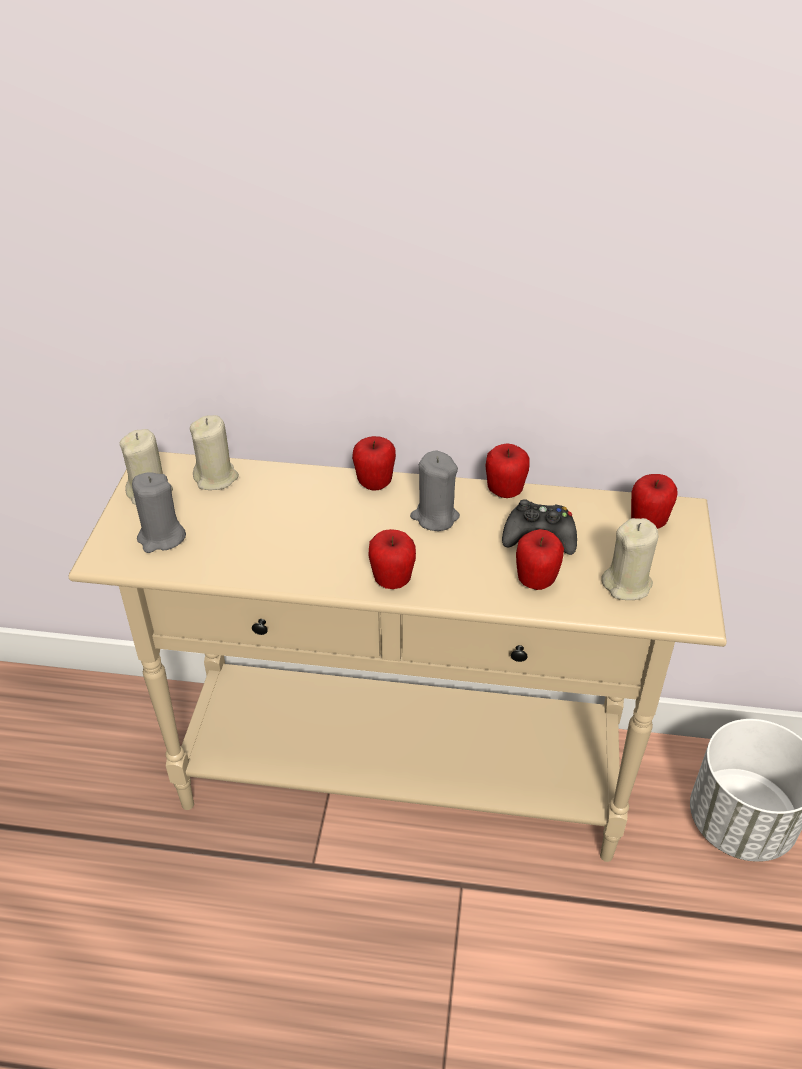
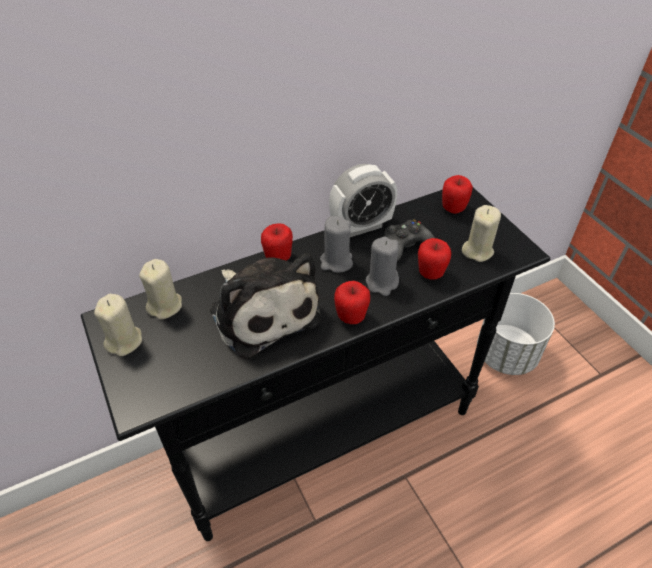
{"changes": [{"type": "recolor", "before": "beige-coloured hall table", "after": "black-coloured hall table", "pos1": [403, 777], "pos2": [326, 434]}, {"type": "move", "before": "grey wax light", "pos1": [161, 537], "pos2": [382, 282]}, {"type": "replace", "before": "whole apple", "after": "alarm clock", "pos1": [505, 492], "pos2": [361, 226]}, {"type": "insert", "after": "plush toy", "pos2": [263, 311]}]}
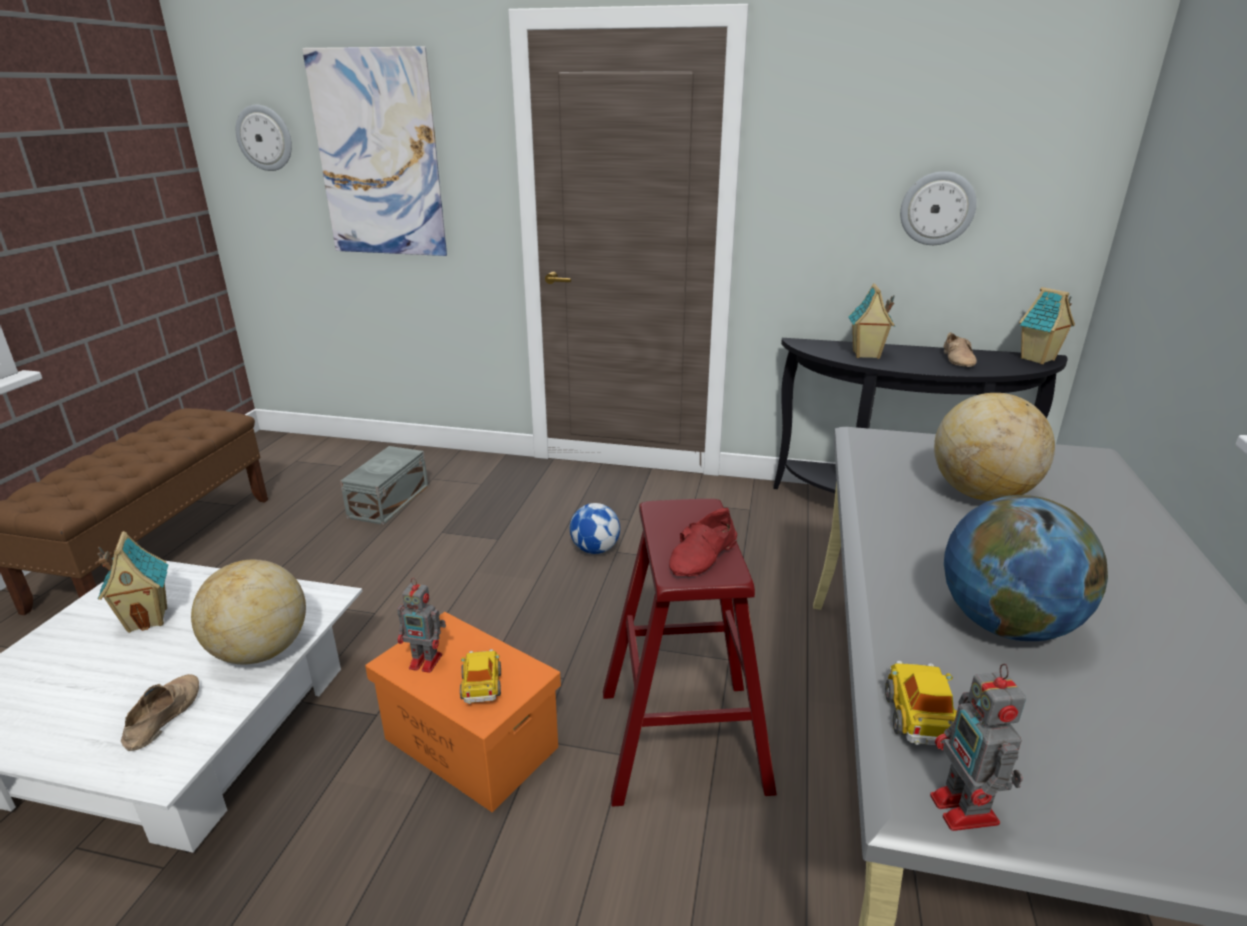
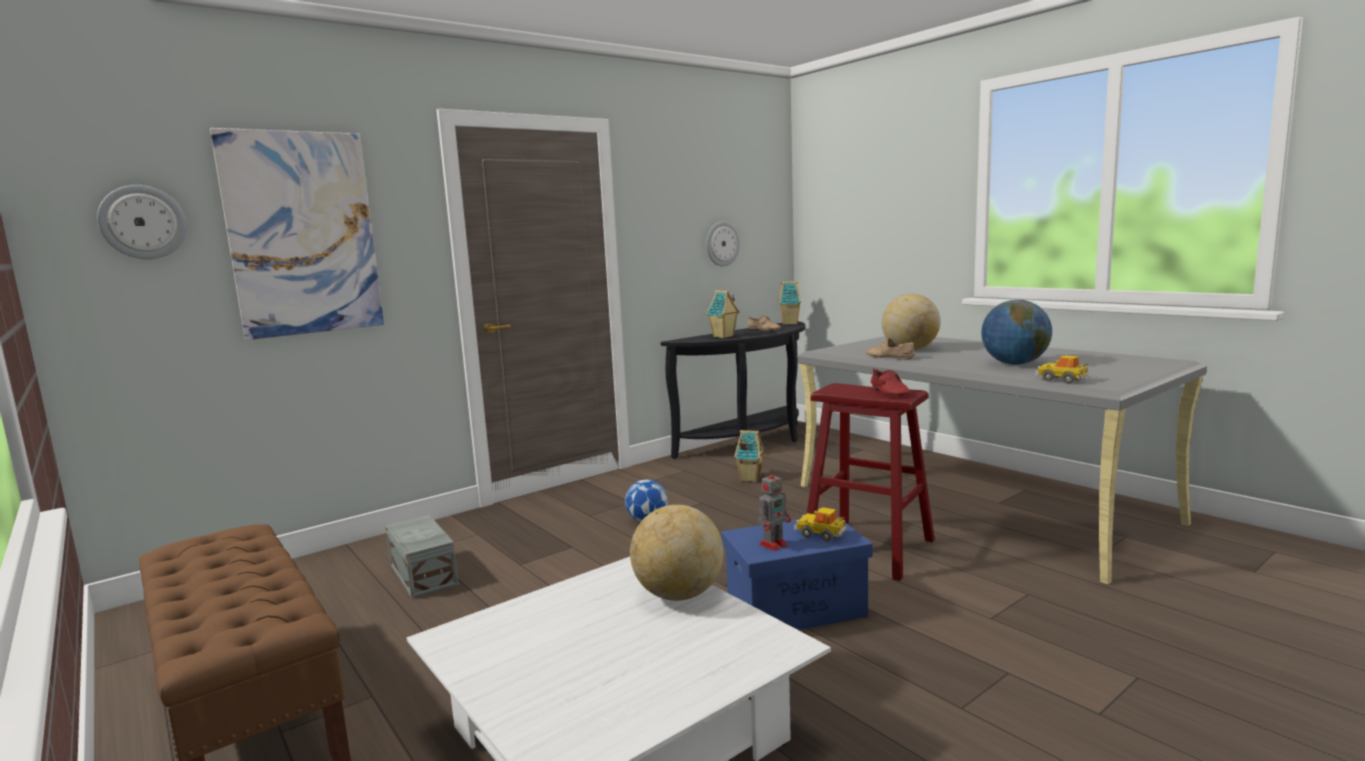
{"changes": [{"type": "move", "before": "miniature house", "pos1": [148, 619], "pos2": [750, 479]}, {"type": "move", "before": "beige-coloured low shoe", "pos1": [162, 715], "pos2": [889, 357]}, {"type": "recolor", "before": "orangey storage container", "after": "bluish storage container", "pos1": [473, 743], "pos2": [797, 608]}, {"type": "delete", "before": "toy robot", "pos1": [965, 812]}]}
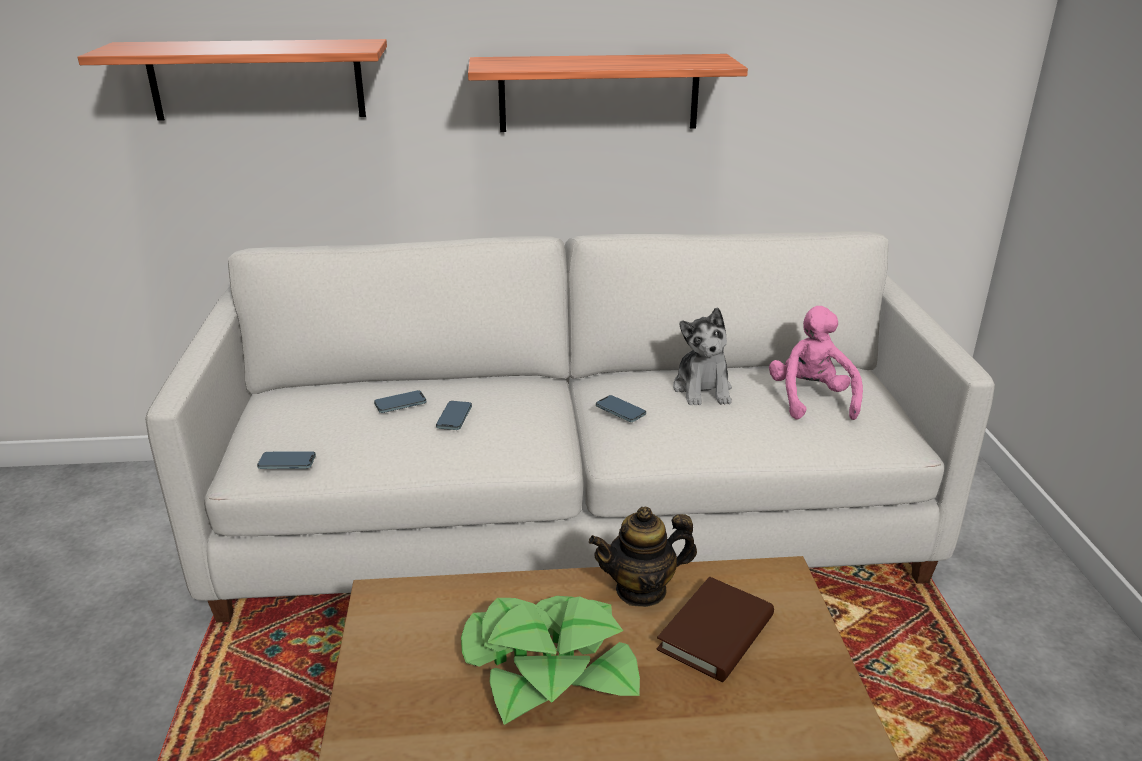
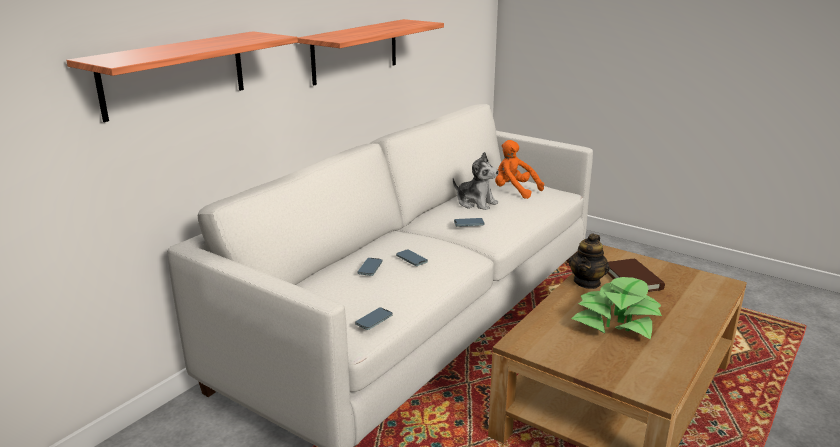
{"changes": [{"type": "recolor", "before": "pink plush toy", "after": "orangey plush toy", "pos1": [810, 399], "pos2": [514, 191]}]}
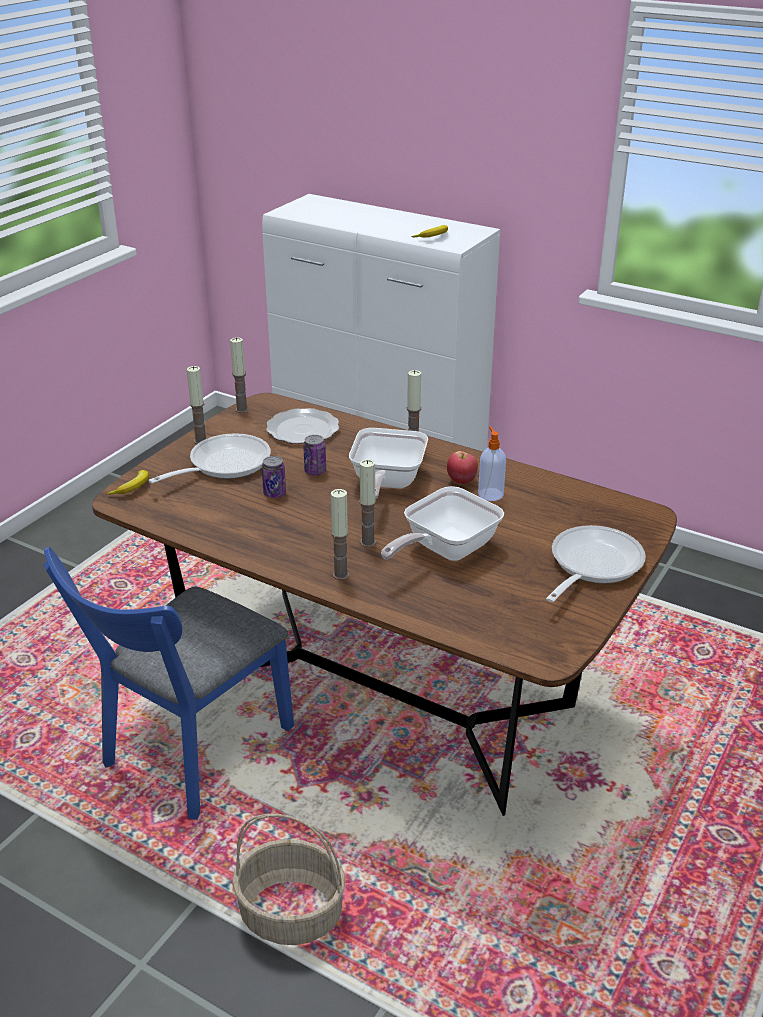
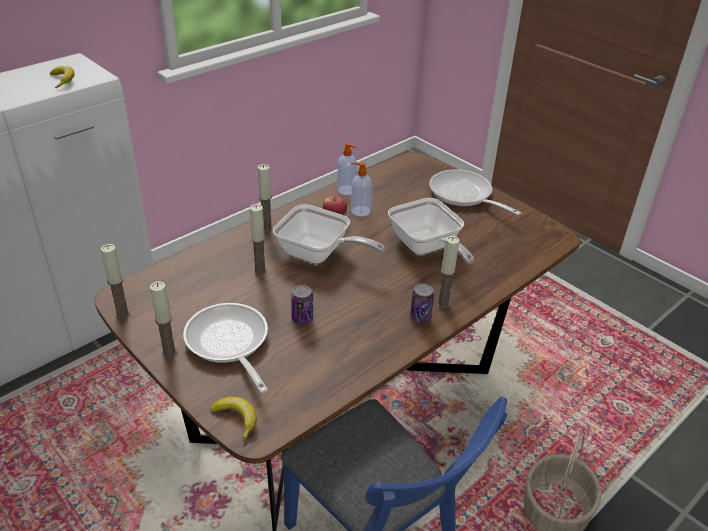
{"changes": [{"type": "delete", "before": "dinner plate", "pos1": [302, 430]}, {"type": "move", "before": "metal can", "pos1": [315, 471], "pos2": [420, 317]}, {"type": "move", "before": "wax light", "pos1": [368, 542], "pos2": [260, 271]}, {"type": "insert", "after": "soap bottle", "pos2": [347, 190]}]}
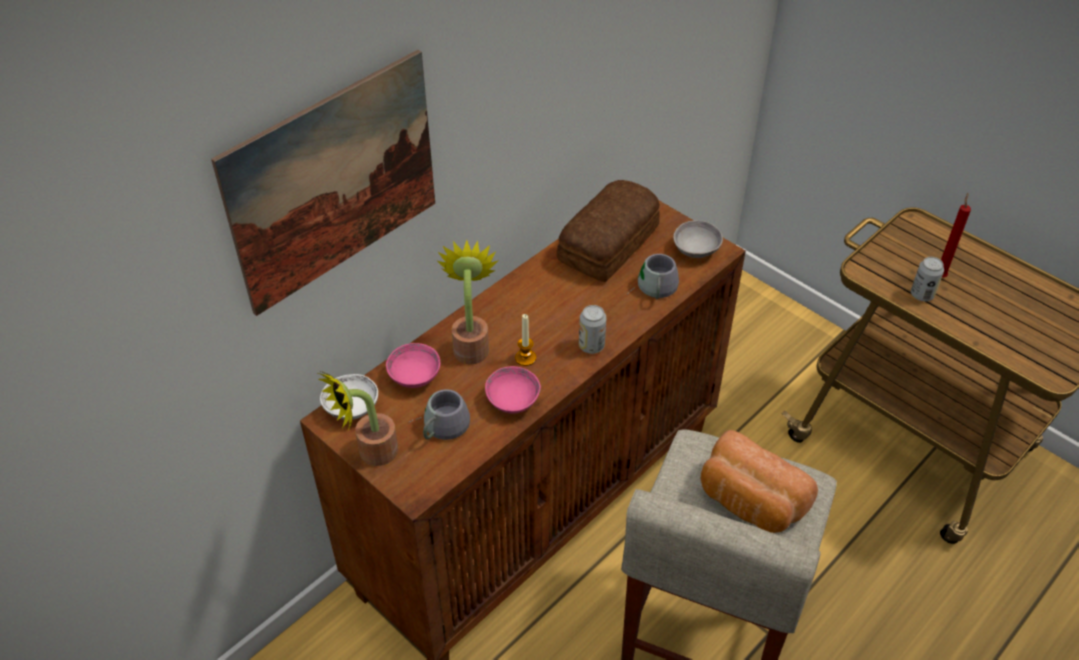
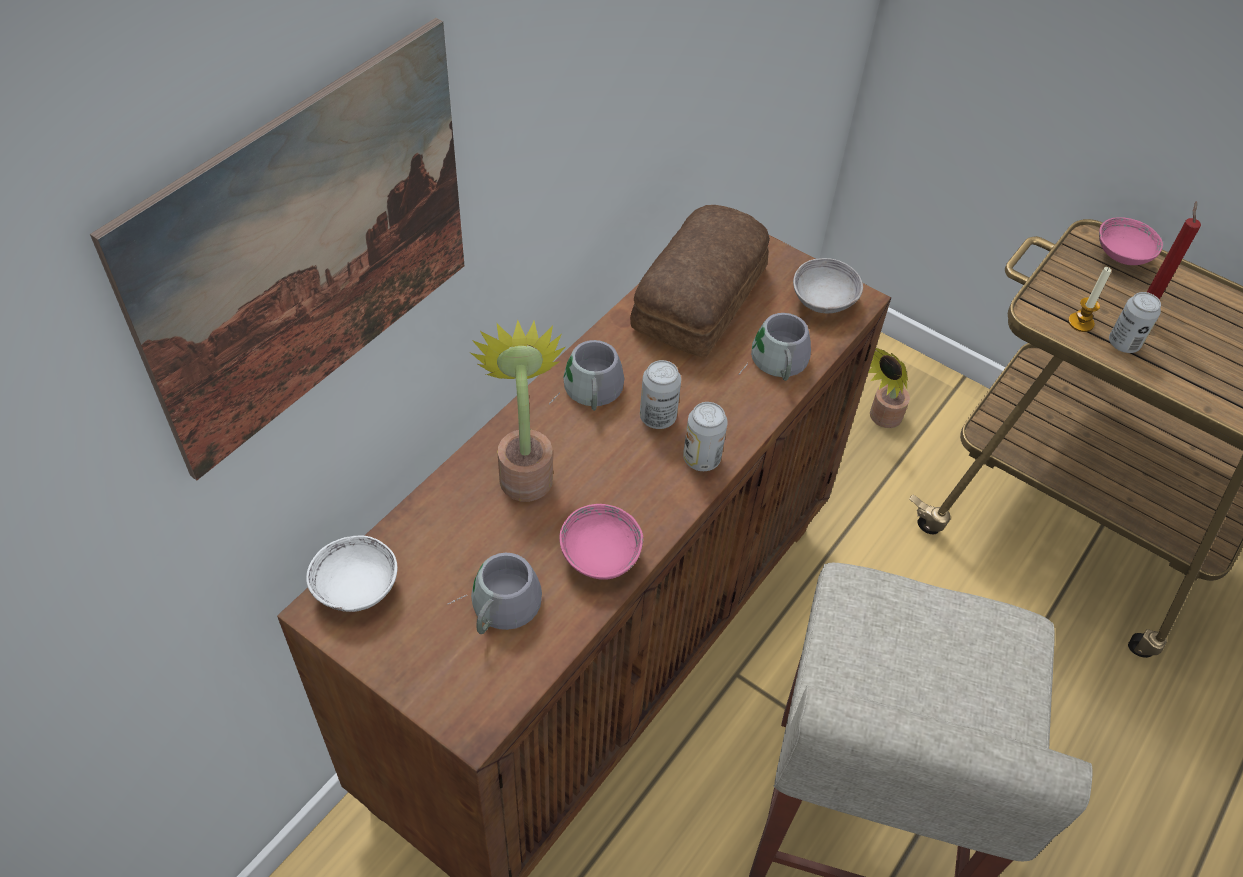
{"changes": [{"type": "move", "before": "potted plant", "pos1": [371, 454], "pos2": [881, 419]}, {"type": "move", "before": "pink bowl", "pos1": [415, 376], "pos2": [1122, 254]}, {"type": "move", "before": "wax light", "pos1": [525, 358], "pos2": [1080, 323]}, {"type": "delete", "before": "bread", "pos1": [749, 502]}, {"type": "insert", "after": "grey mug", "pos2": [586, 392]}, {"type": "insert", "after": "metal can", "pos2": [657, 417]}]}
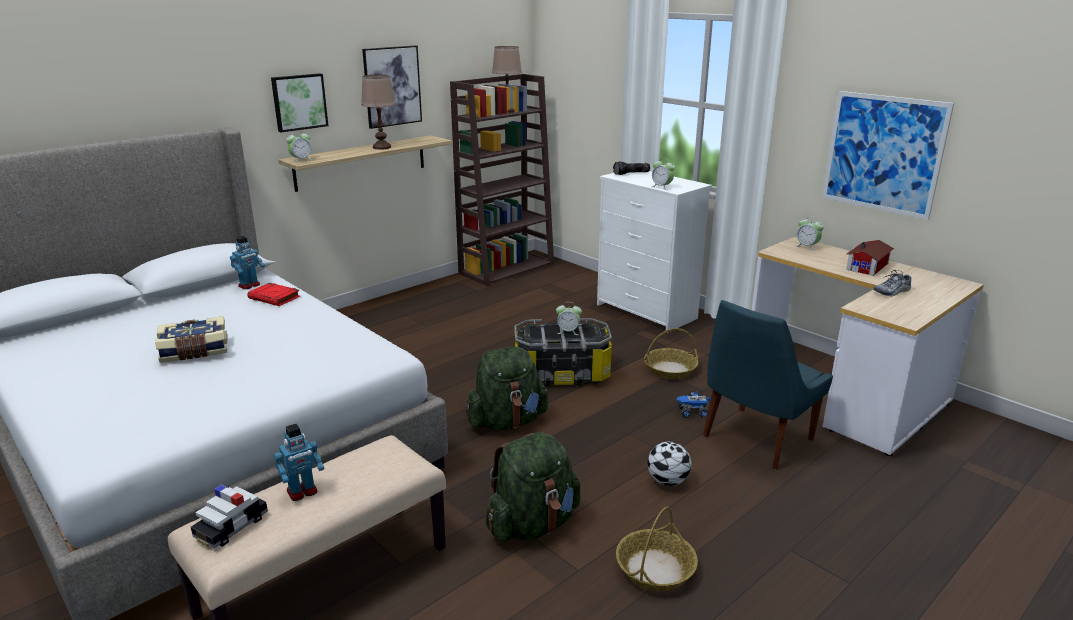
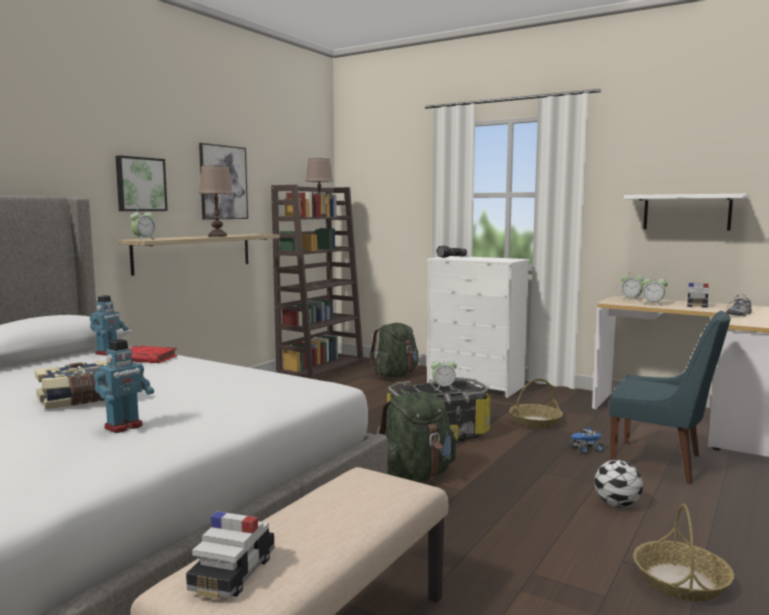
{"changes": [{"type": "move", "before": "toy robot", "pos1": [302, 492], "pos2": [124, 427]}, {"type": "move", "before": "greenish rucksack", "pos1": [533, 524], "pos2": [395, 375]}, {"type": "move", "before": "alarm clock", "pos1": [662, 187], "pos2": [653, 304]}, {"type": "rotate", "before": "bluish chair", "pos1": [755, 439], "pos2": [660, 463], "turn": -90}, {"type": "replace", "before": "wall art", "after": "white wall shelf", "pos1": [883, 153], "pos2": [686, 212]}, {"type": "replace", "before": "miniature house", "after": "model car", "pos1": [869, 266], "pos2": [697, 305]}]}
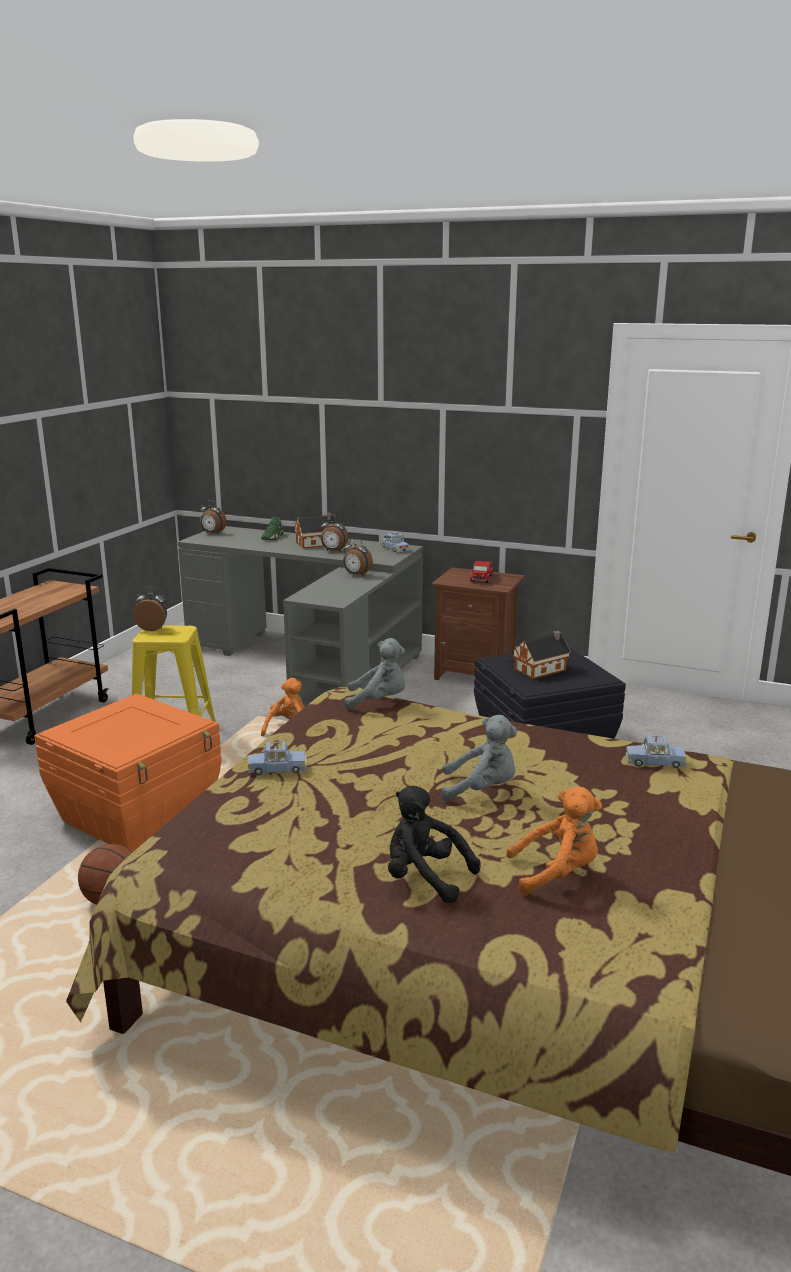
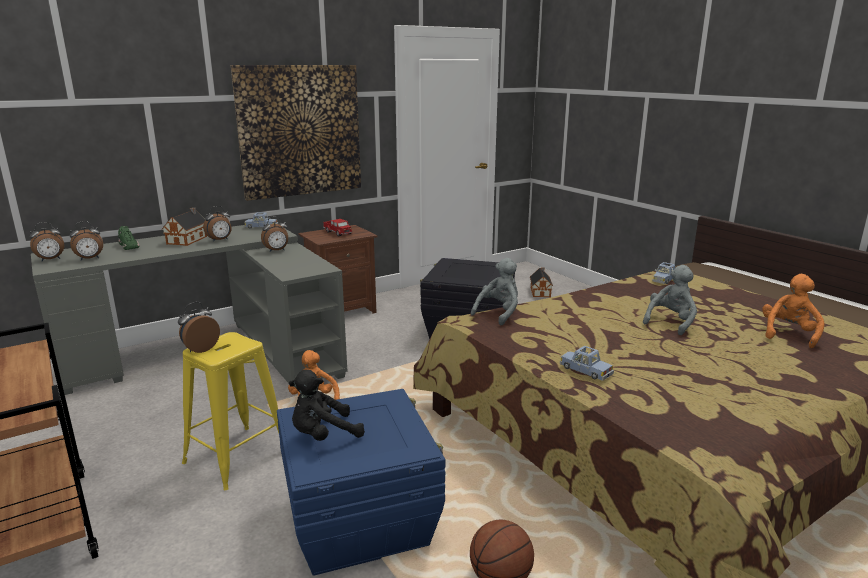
{"changes": [{"type": "recolor", "before": "orangey storage container", "after": "bluish storage container", "pos1": [139, 815], "pos2": [360, 520]}, {"type": "rotate", "before": "bluish model car", "pos1": [277, 769], "pos2": [585, 371], "turn": 105}, {"type": "move", "before": "black-coloured plush toy", "pos1": [425, 878], "pos2": [323, 435]}, {"type": "move", "before": "miniature house", "pos1": [542, 669], "pos2": [540, 292]}, {"type": "insert", "after": "alarm clock", "pos2": [90, 259]}, {"type": "insert", "after": "wall art", "pos2": [300, 131]}]}
